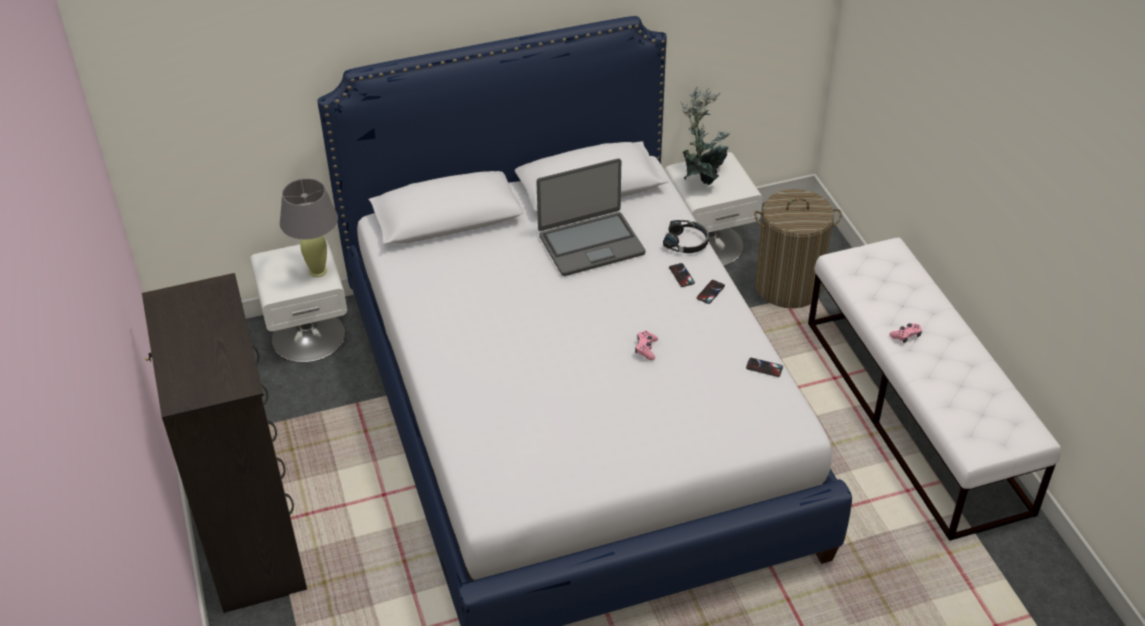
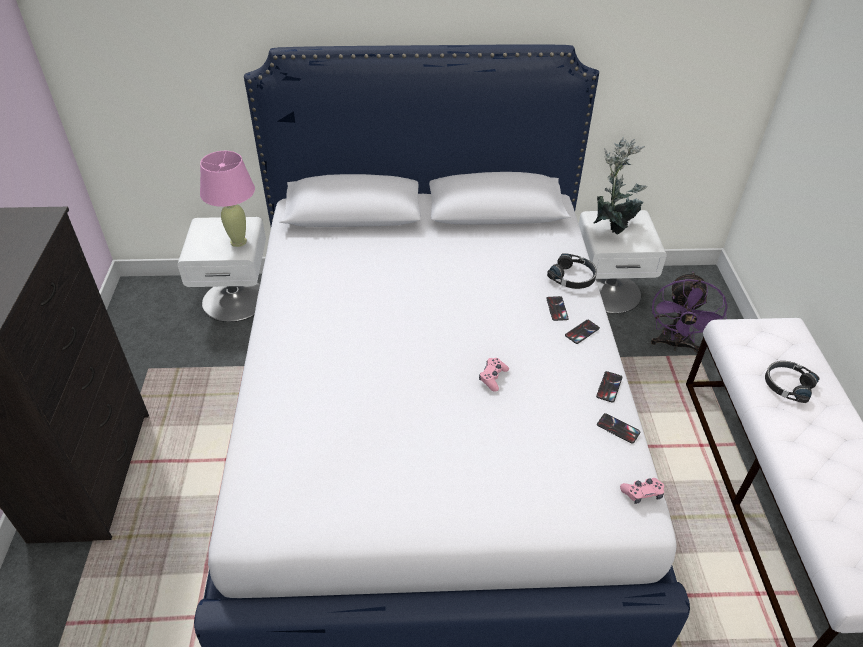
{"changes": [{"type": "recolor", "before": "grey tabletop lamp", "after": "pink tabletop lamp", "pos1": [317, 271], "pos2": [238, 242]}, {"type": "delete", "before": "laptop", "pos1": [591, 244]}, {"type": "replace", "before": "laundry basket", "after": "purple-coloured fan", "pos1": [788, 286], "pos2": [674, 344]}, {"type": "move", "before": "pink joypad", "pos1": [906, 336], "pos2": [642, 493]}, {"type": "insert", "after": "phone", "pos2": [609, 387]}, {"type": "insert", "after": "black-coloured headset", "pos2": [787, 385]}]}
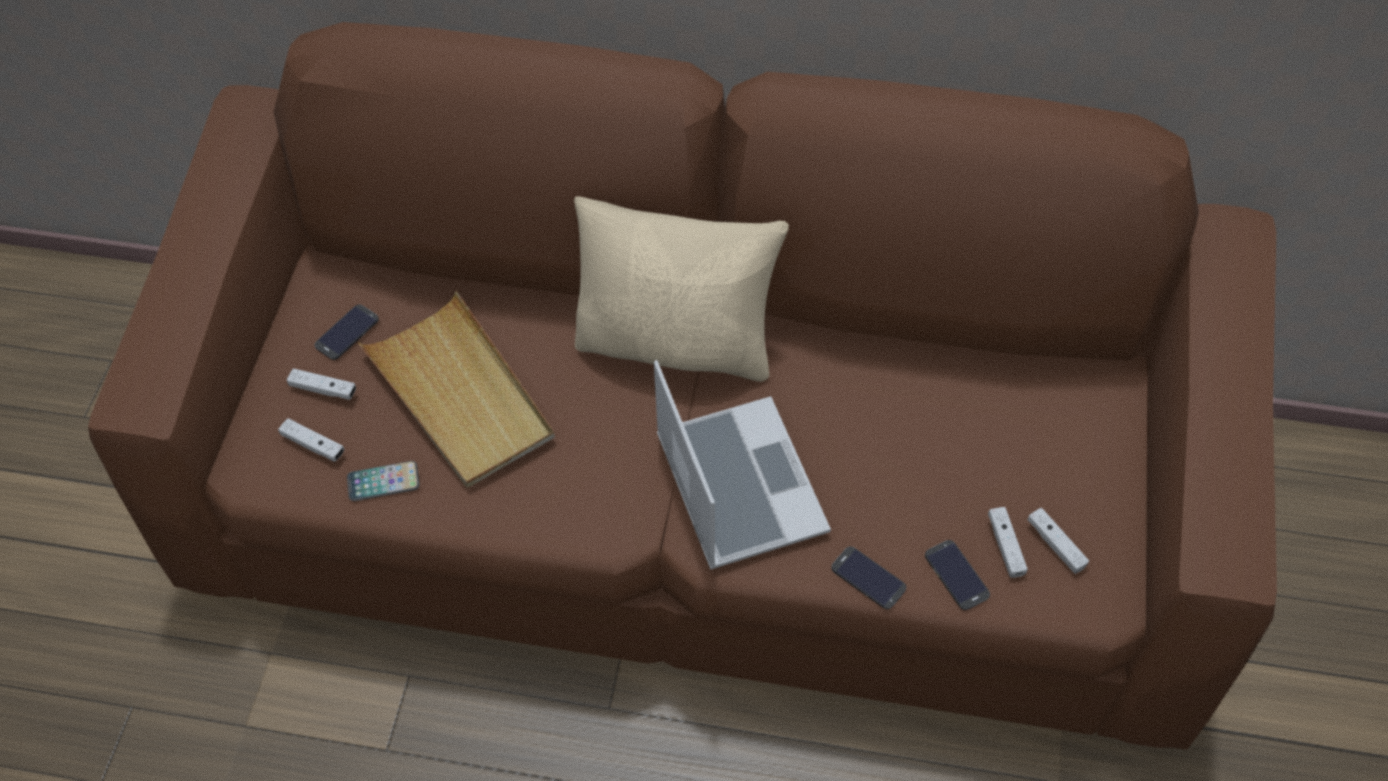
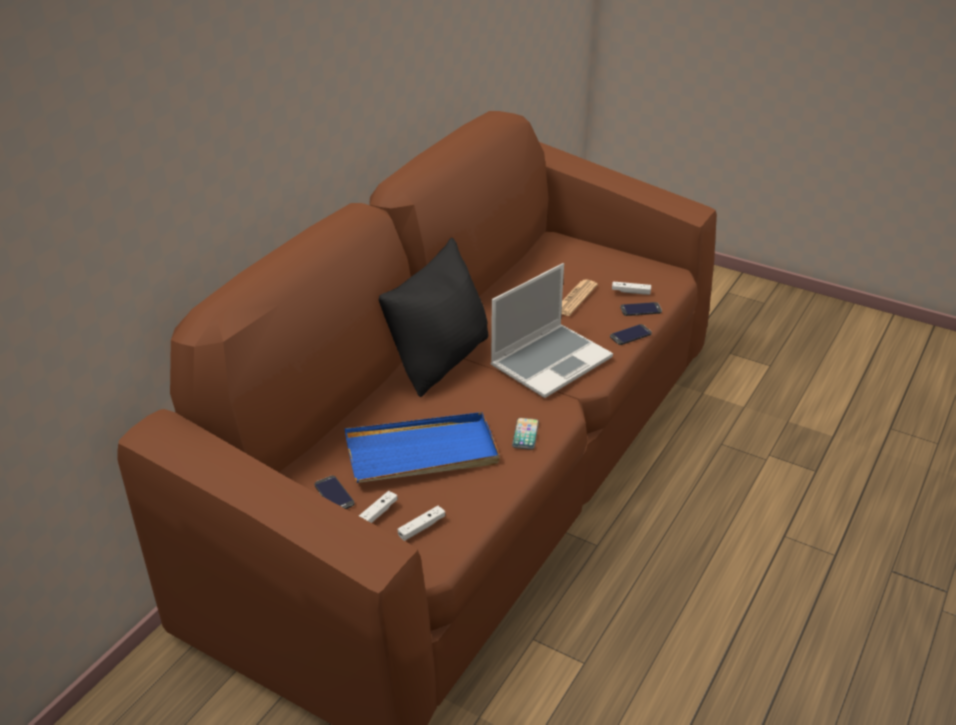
{"changes": [{"type": "move", "before": "phone", "pos1": [383, 482], "pos2": [525, 434]}, {"type": "recolor", "before": "beige-coloured serving tray", "after": "bluish serving tray", "pos1": [460, 395], "pos2": [422, 453]}, {"type": "recolor", "before": "beige-coloured cushion", "after": "black-coloured cushion", "pos1": [677, 343], "pos2": [440, 360]}, {"type": "rotate", "before": "laptop", "pos1": [736, 483], "pos2": [551, 361], "turn": 135}, {"type": "delete", "before": "white joypad", "pos1": [1055, 545]}, {"type": "insert", "after": "printed paper", "pos2": [575, 298]}]}
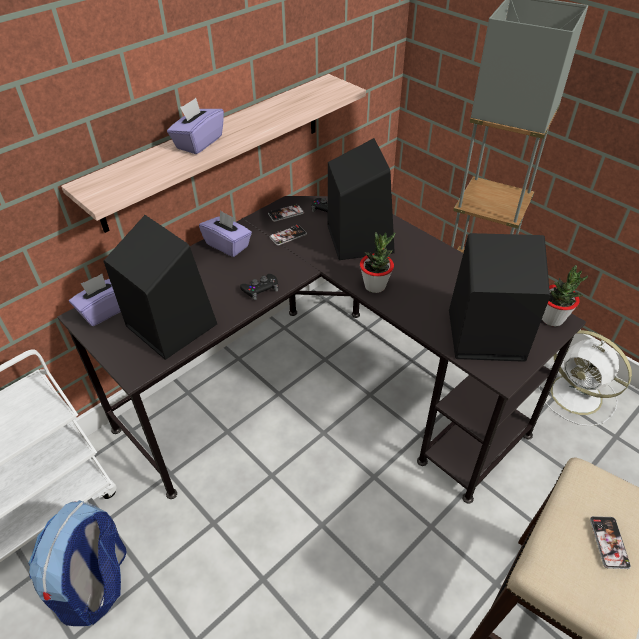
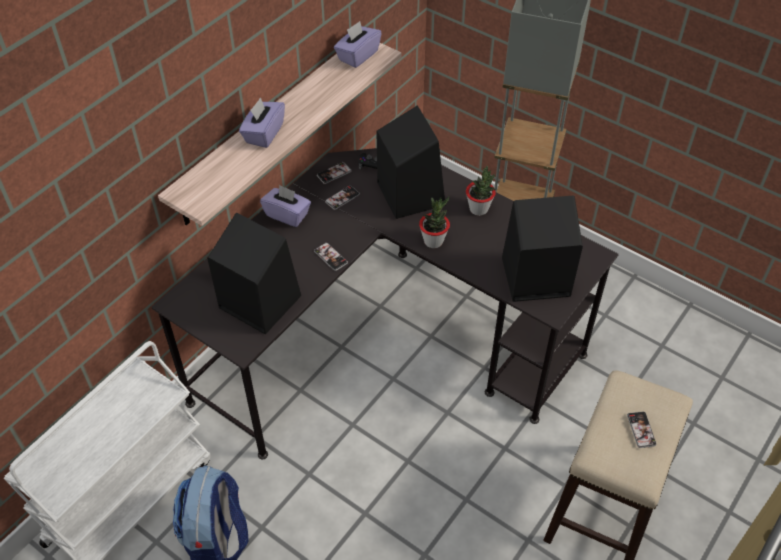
{"changes": [{"type": "move", "before": "purple-coloured tissue box", "pos1": [104, 310], "pos2": [357, 56]}, {"type": "replace", "before": "black-coloured joypad", "after": "phone", "pos1": [260, 289], "pos2": [330, 257]}, {"type": "delete", "before": "white fan", "pos1": [578, 396]}, {"type": "move", "before": "potted plant", "pos1": [552, 318], "pos2": [479, 209]}]}
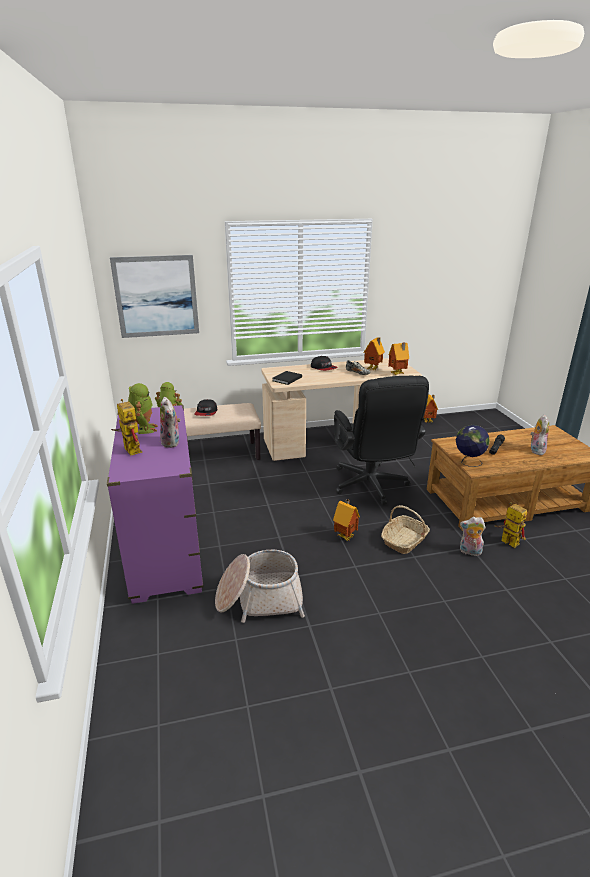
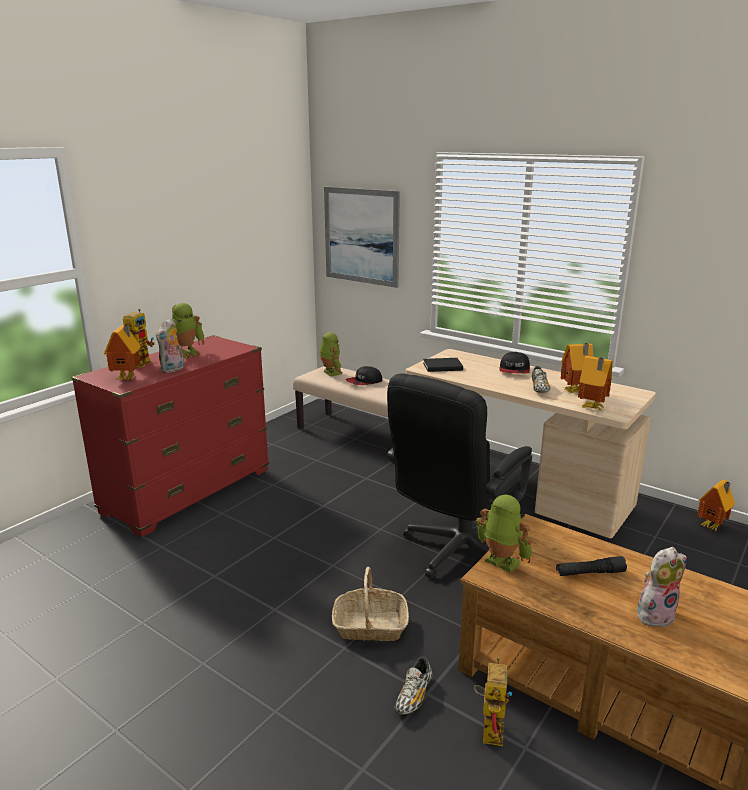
{"changes": [{"type": "recolor", "before": "purple-coloured dresser", "after": "red dresser", "pos1": [165, 549], "pos2": [188, 491]}, {"type": "delete", "before": "household basket", "pos1": [259, 598]}, {"type": "move", "before": "miniature house", "pos1": [345, 536], "pos2": [128, 378]}, {"type": "replace", "before": "desk globe", "after": "toy robot", "pos1": [468, 462], "pos2": [500, 563]}, {"type": "replace", "before": "plush toy", "after": "low shoe", "pos1": [469, 552], "pos2": [414, 696]}]}
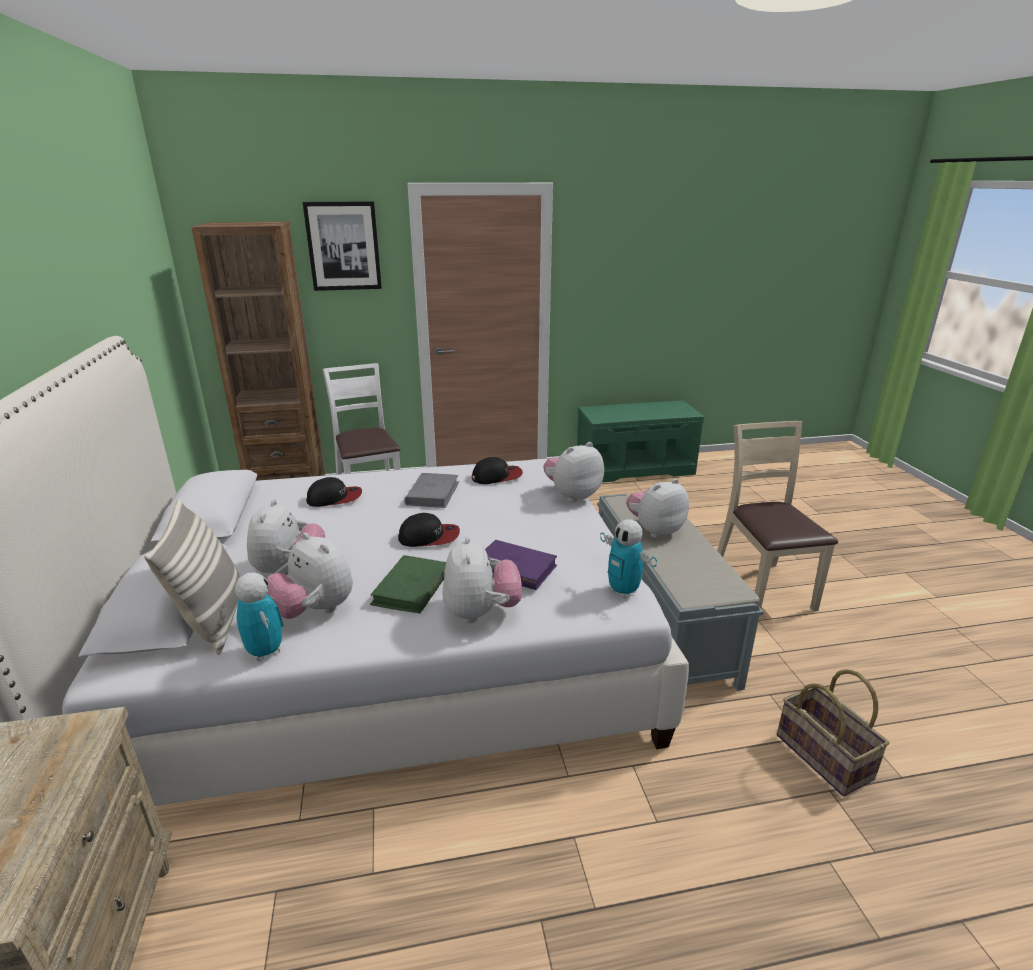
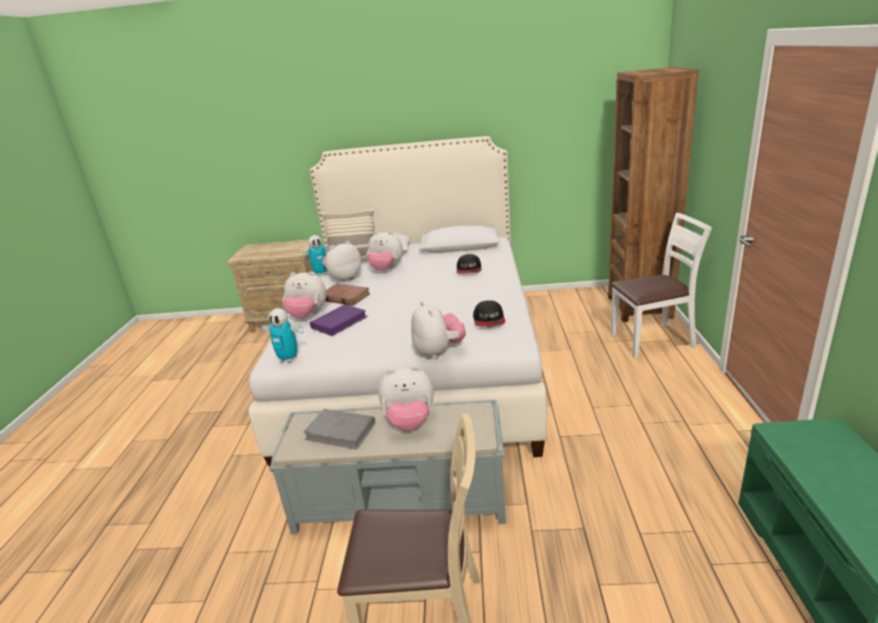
{"changes": [{"type": "delete", "before": "wall art", "pos1": [343, 246]}, {"type": "recolor", "before": "greenish volume", "after": "brownish volume", "pos1": [412, 588], "pos2": [344, 297]}, {"type": "delete", "before": "cap", "pos1": [429, 537]}, {"type": "move", "before": "grey volume", "pos1": [433, 493], "pos2": [341, 431]}, {"type": "rotate", "before": "toy robot", "pos1": [623, 591], "pos2": [288, 358], "turn": -135}, {"type": "rotate", "before": "plush toy", "pos1": [655, 530], "pos2": [410, 422], "turn": 105}, {"type": "delete", "before": "household basket", "pos1": [825, 756]}]}
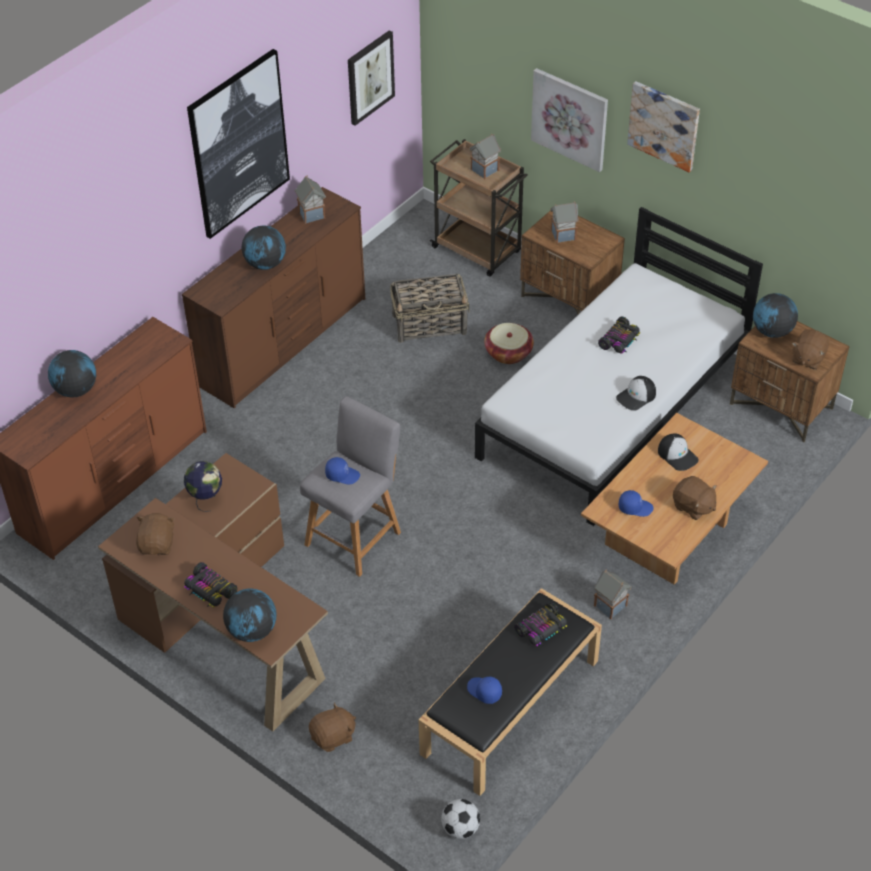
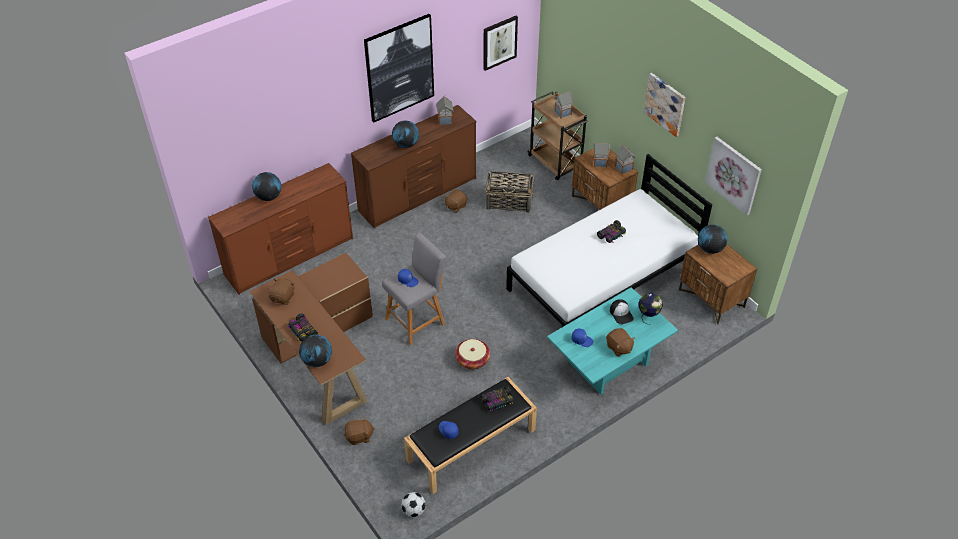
{"changes": [{"type": "move", "before": "desk globe", "pos1": [206, 499], "pos2": [648, 316]}, {"type": "move", "before": "household basket", "pos1": [508, 353], "pos2": [472, 360]}, {"type": "move", "before": "wall art", "pos1": [570, 118], "pos2": [733, 175]}, {"type": "recolor", "before": "brownish coffee table", "after": "turquoise coffee table", "pos1": [668, 537], "pos2": [608, 364]}, {"type": "move", "before": "miniature house", "pos1": [611, 606], "pos2": [624, 168]}, {"type": "delete", "before": "cap", "pos1": [636, 397]}, {"type": "move", "before": "brownish plush toy", "pos1": [807, 358], "pos2": [455, 206]}]}
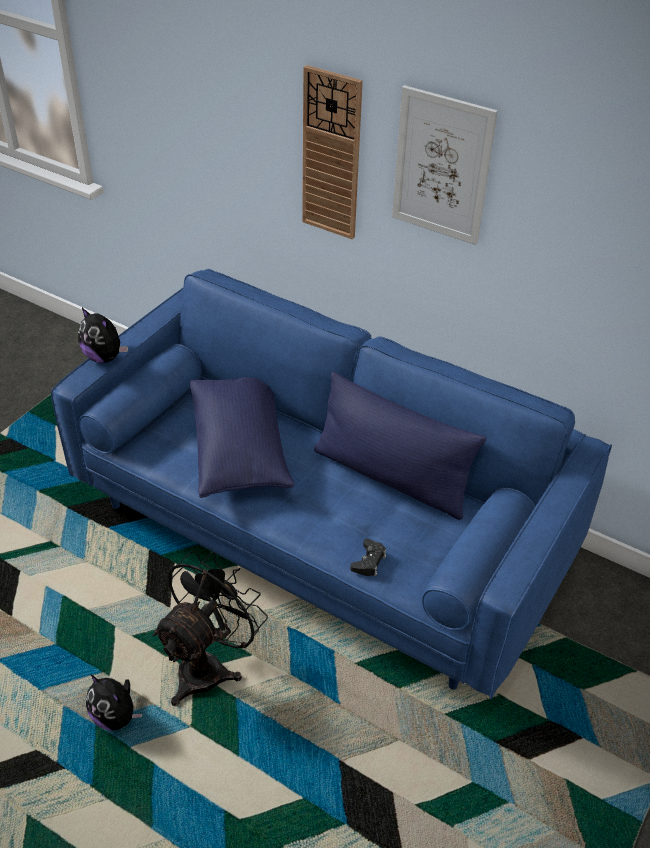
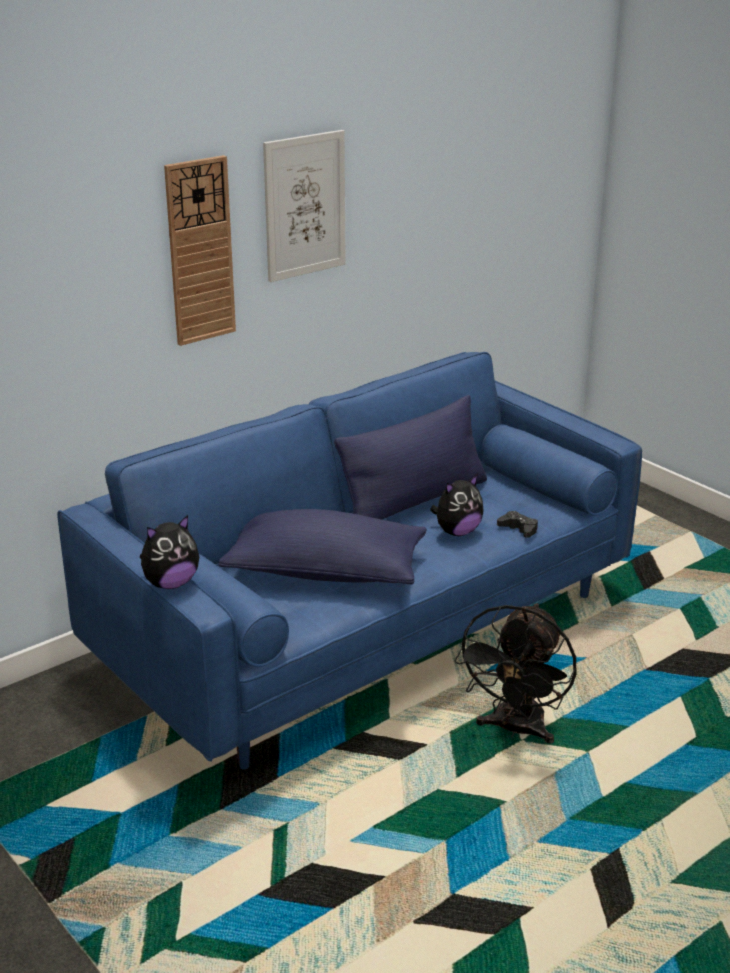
{"changes": [{"type": "move", "before": "plush toy", "pos1": [116, 717], "pos2": [457, 532]}, {"type": "rotate", "before": "black-coloured fan", "pos1": [209, 666], "pos2": [516, 730], "turn": -120}]}
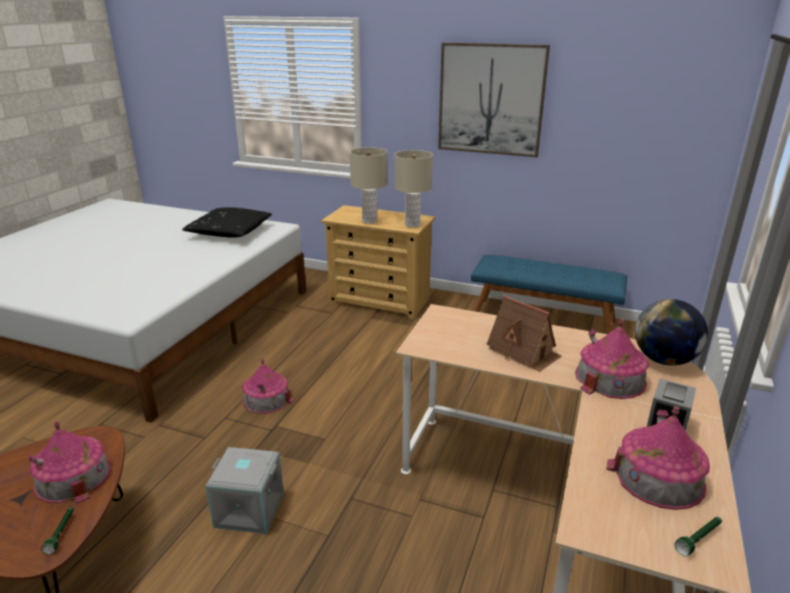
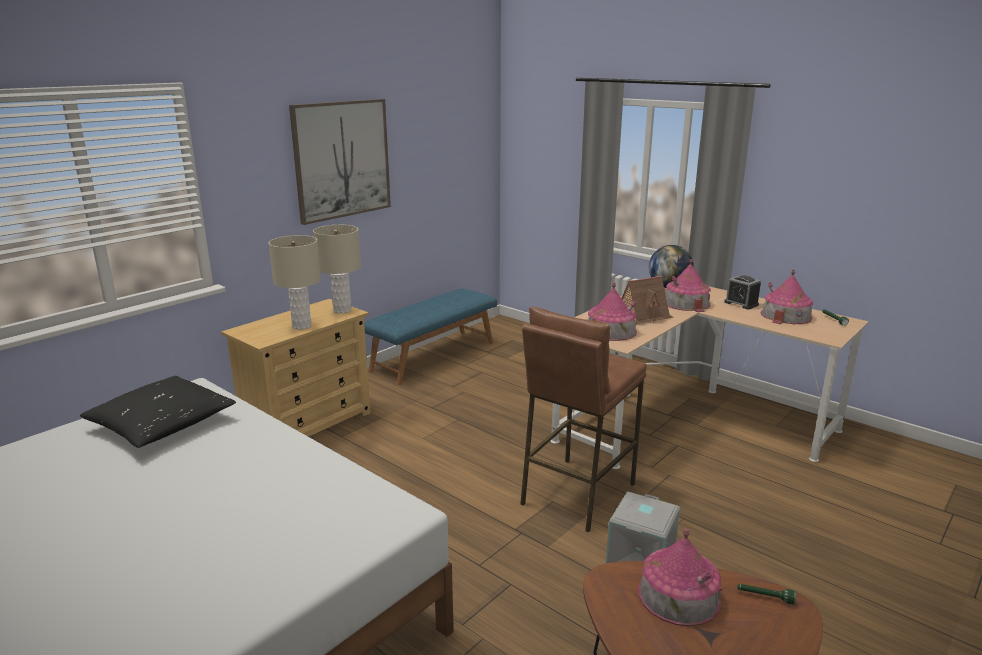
{"changes": [{"type": "move", "before": "miniature house", "pos1": [266, 398], "pos2": [610, 331]}, {"type": "insert", "after": "brownish stool", "pos2": [576, 493]}]}
